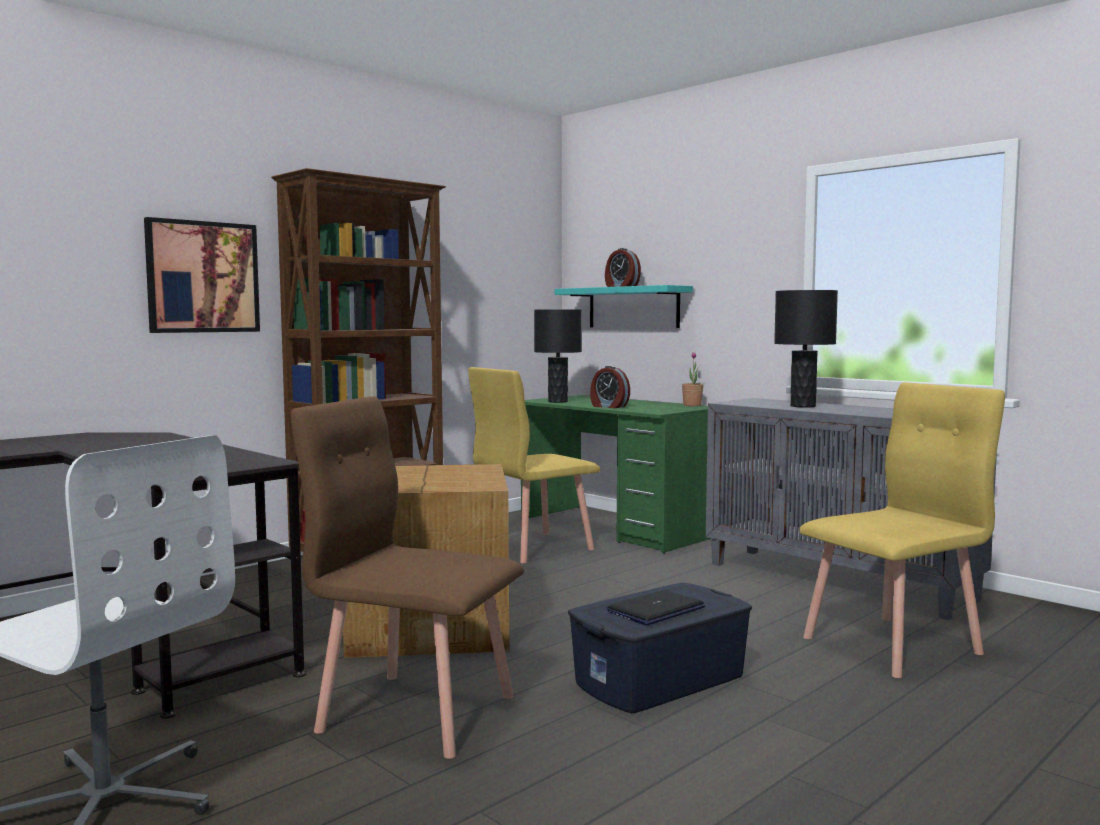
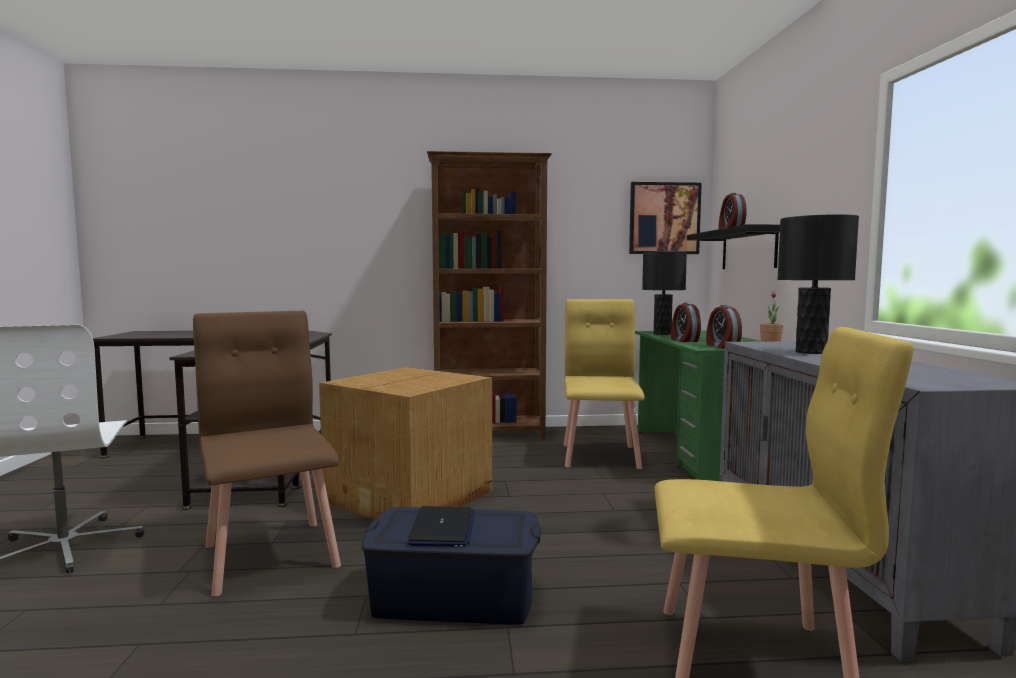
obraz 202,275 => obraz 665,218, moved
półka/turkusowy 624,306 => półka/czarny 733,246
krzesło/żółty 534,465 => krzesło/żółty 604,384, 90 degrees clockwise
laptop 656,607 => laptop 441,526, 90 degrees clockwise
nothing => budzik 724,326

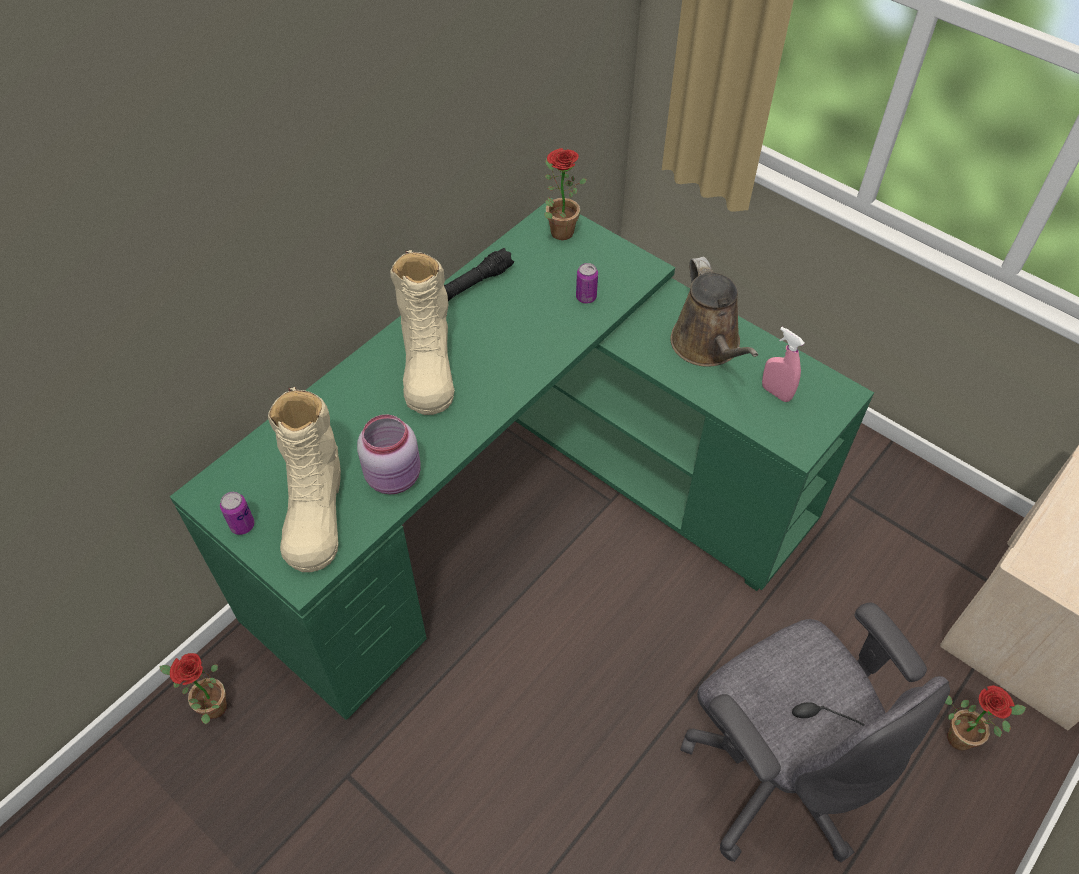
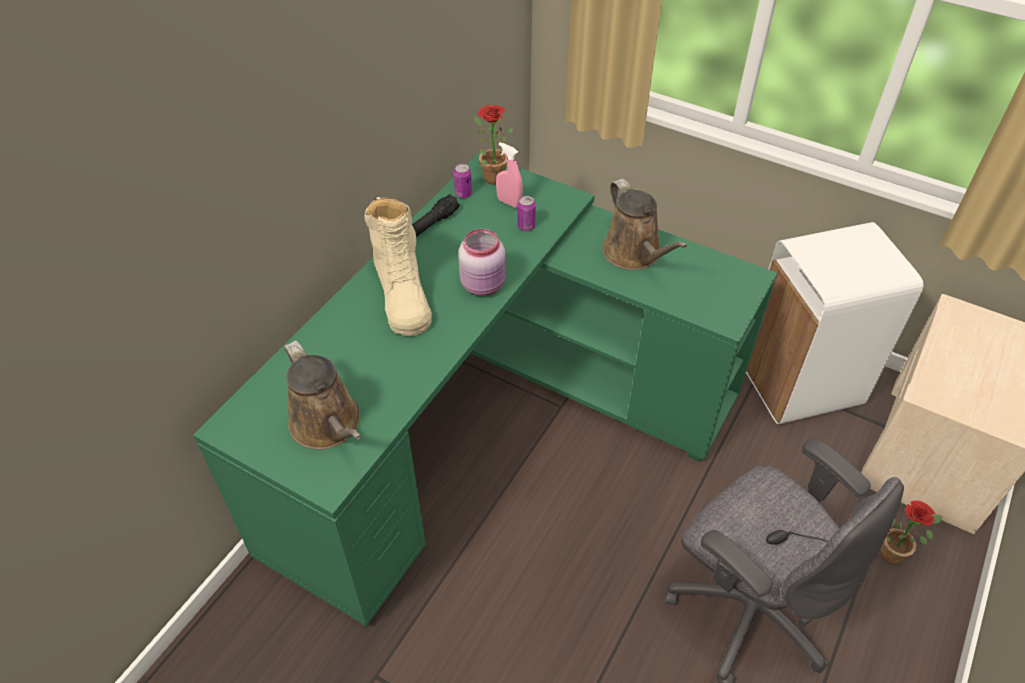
spryskiwacz/różowy 783,364 => spryskiwacz/różowy 509,175, moved
but z cholewką/beżowy 304,479 => konewka/brązowy 322,395
słoik/różowy 389,454 => słoik/różowy 481,262, moved
puszka 237,513 => puszka 462,181, moved
roślina doniczkowa 193,688 => nothing
nothing => kosz na śmieci/biały 834,323

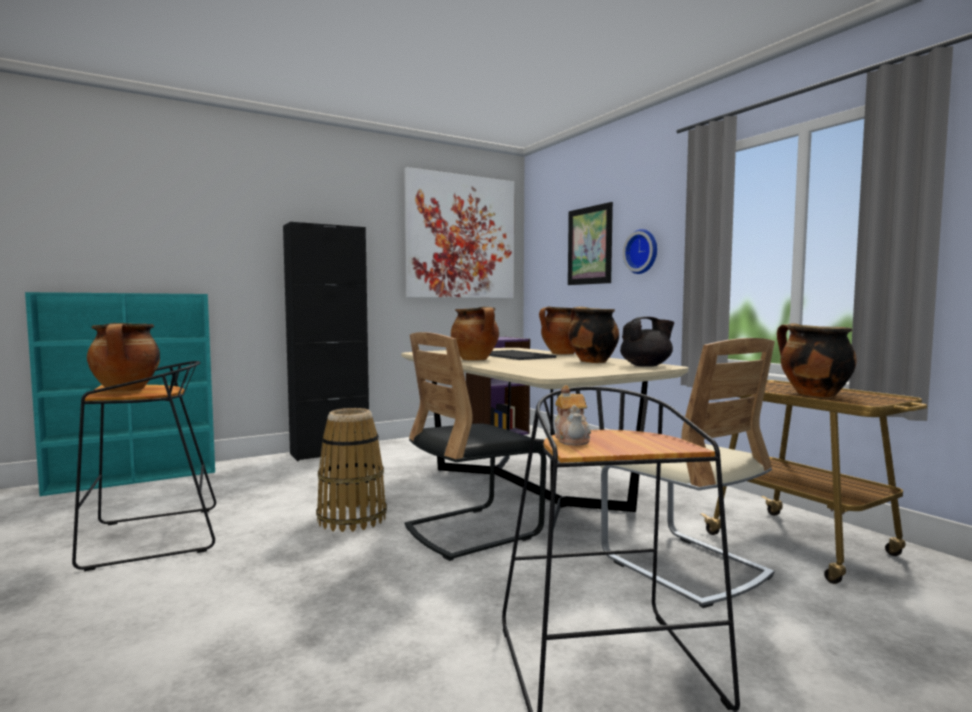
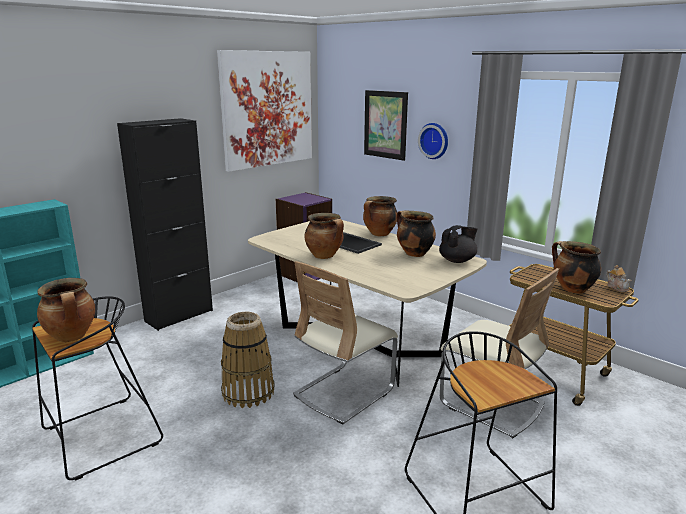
krzesło/czarny 475,446 => krzesło/beżowy 345,342
imbryk 573,415 => imbryk 619,278, moved

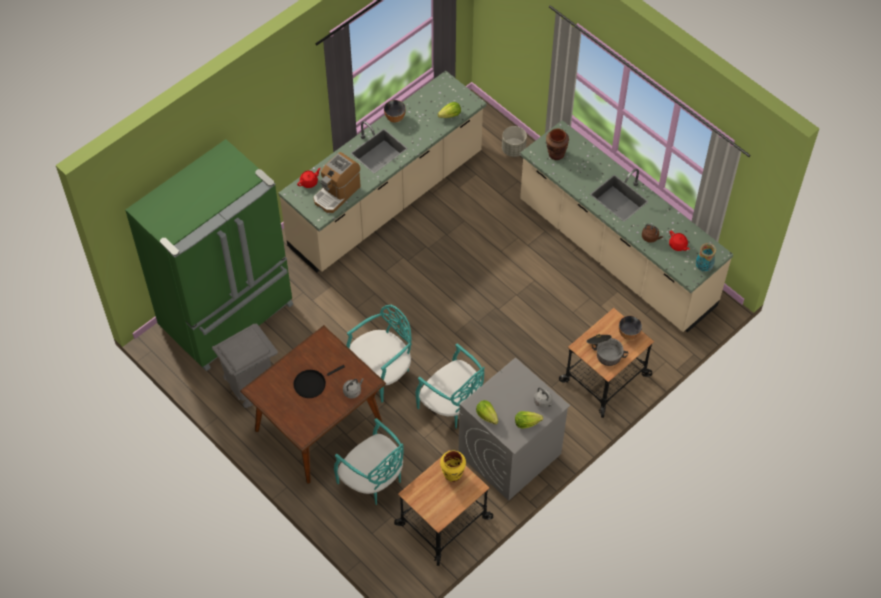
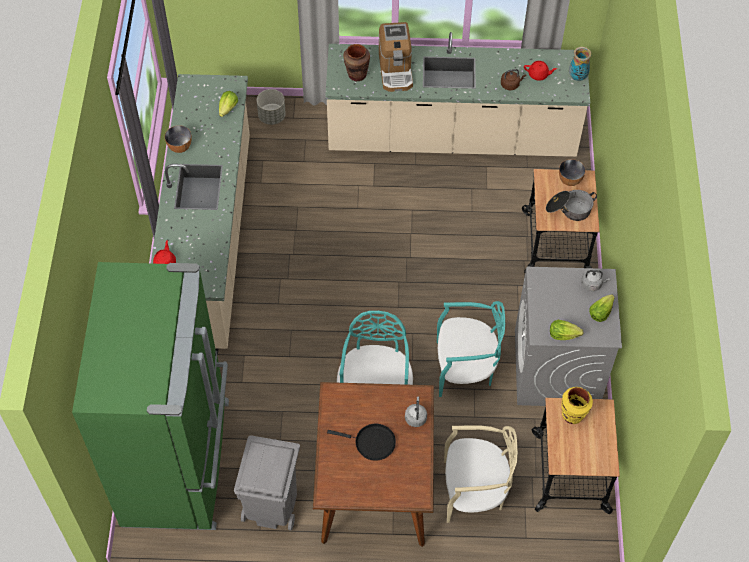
ekspres do kawy 337,182 => ekspres do kawy 396,57, moved
patelnia/czarny 319,381 => patelnia/czarny 361,442, 90 degrees counterclockwise
krzesło/turkusowy 369,461 => krzesło/beżowy 481,474

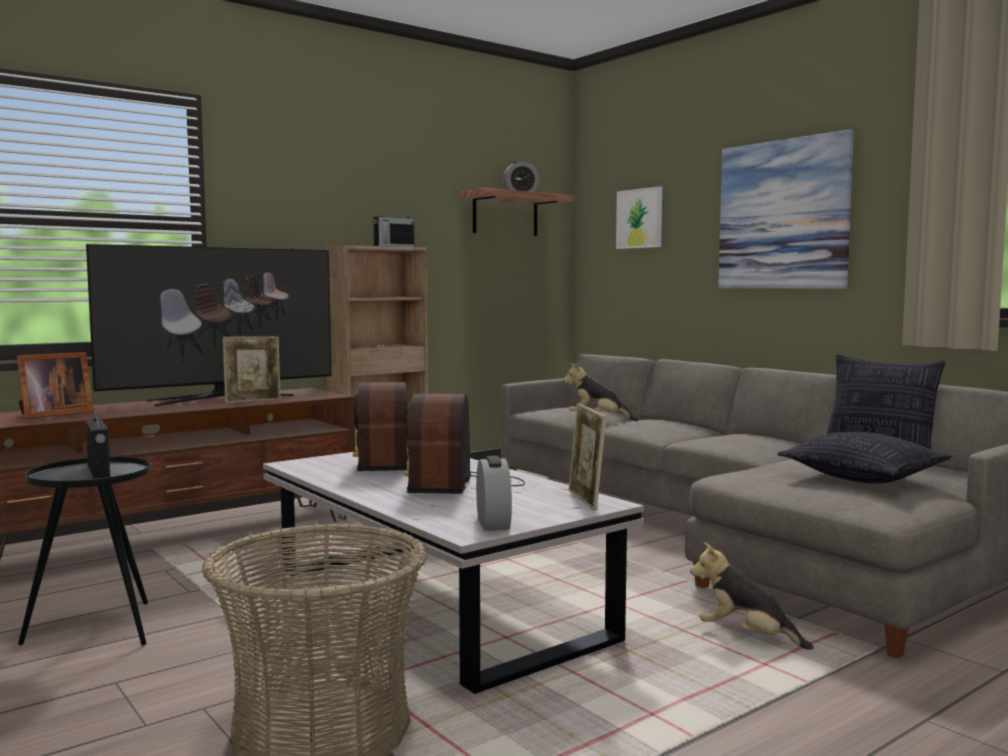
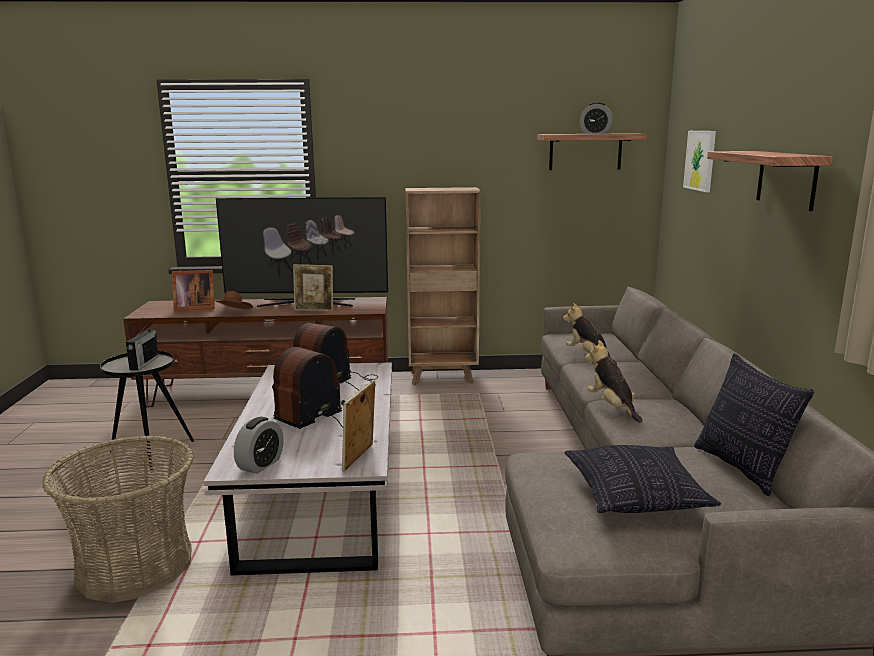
obraz 786,209 => półka 770,181
radio 393,228 => nothing
pluszak 752,595 => pluszak 613,381, moved
nothing => kapelusz/brązowy 233,300

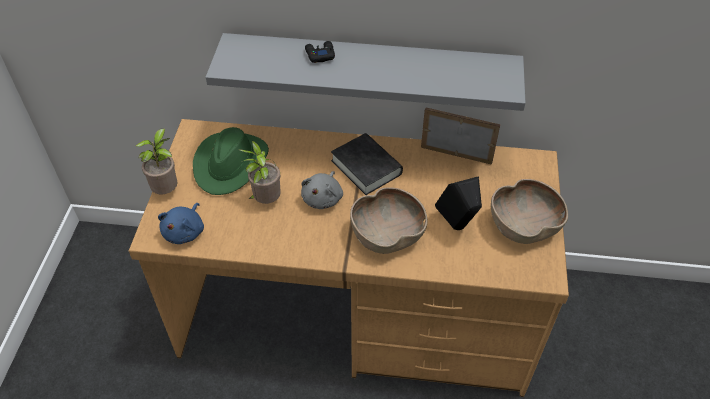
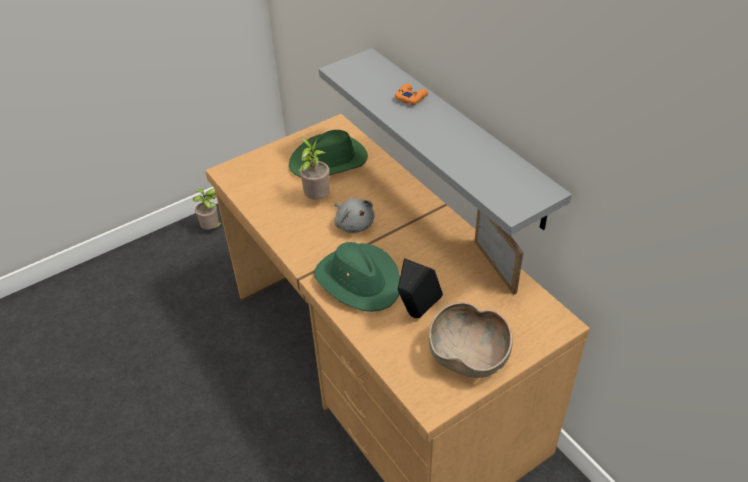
pad do gier/czarny 320,52 => pad do gier/pomarańczowy 411,94
roślina doniczkowa 156,161 => roślina doniczkowa 207,209, moved
książka/czarny 367,164 => nothing
pluszak/szary 322,190 => pluszak/szary 354,216, 105 degrees counterclockwise
miska/brązowy 388,220 => kapelusz/zielony 357,277
pluszak/niebieski 181,223 => nothing

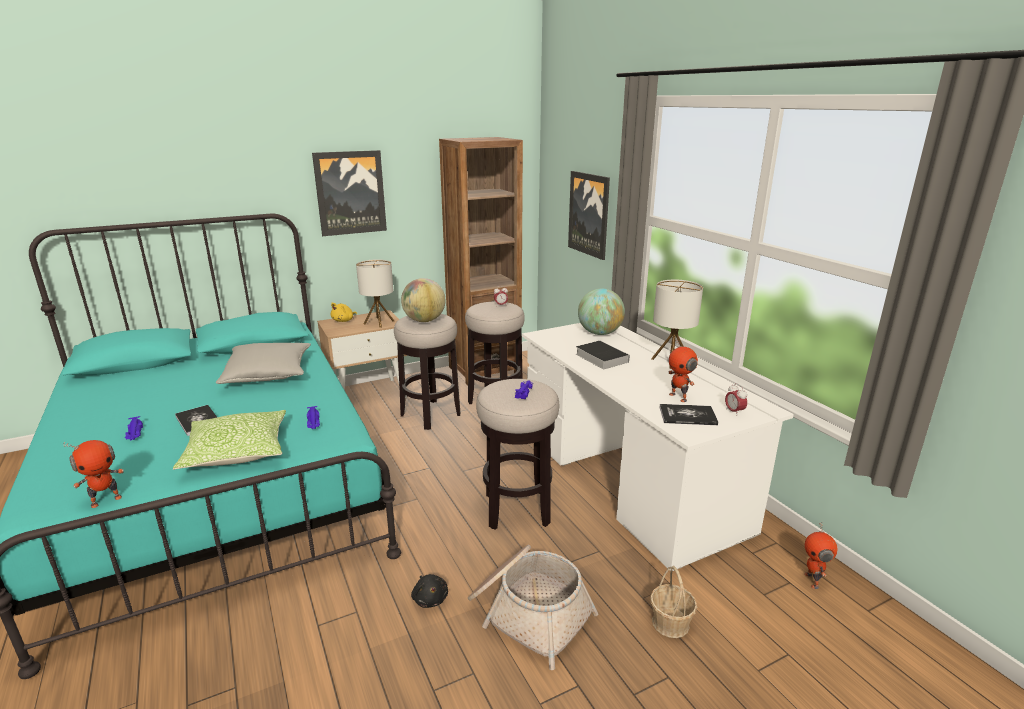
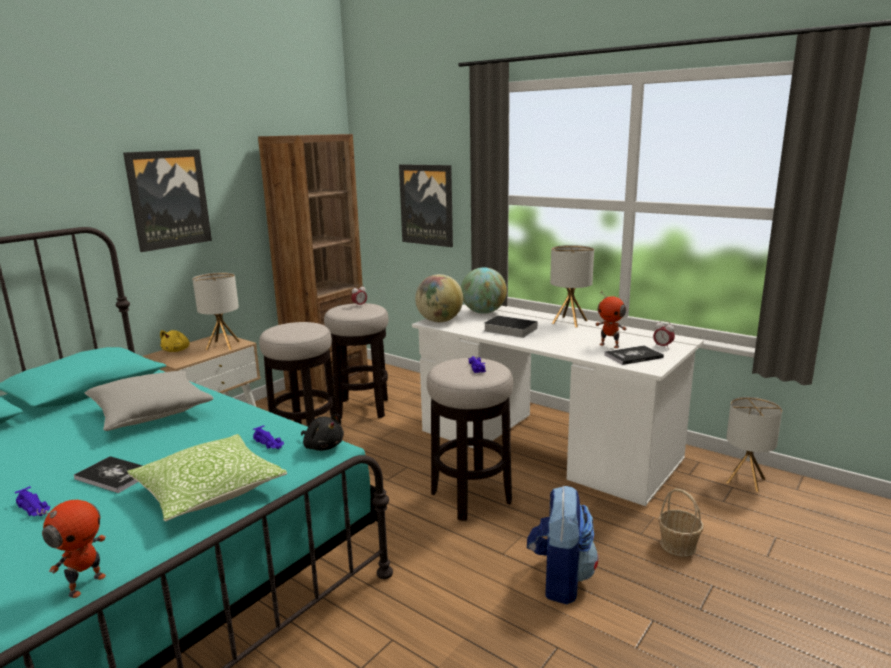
globus 423,300 => globus 439,298, moved
robot zabawkowy 821,556 => lampa stołowa 754,444
koszyk 533,607 => plecak 562,544
pluszak/czarny 429,591 => pluszak/czarny 322,432, moved

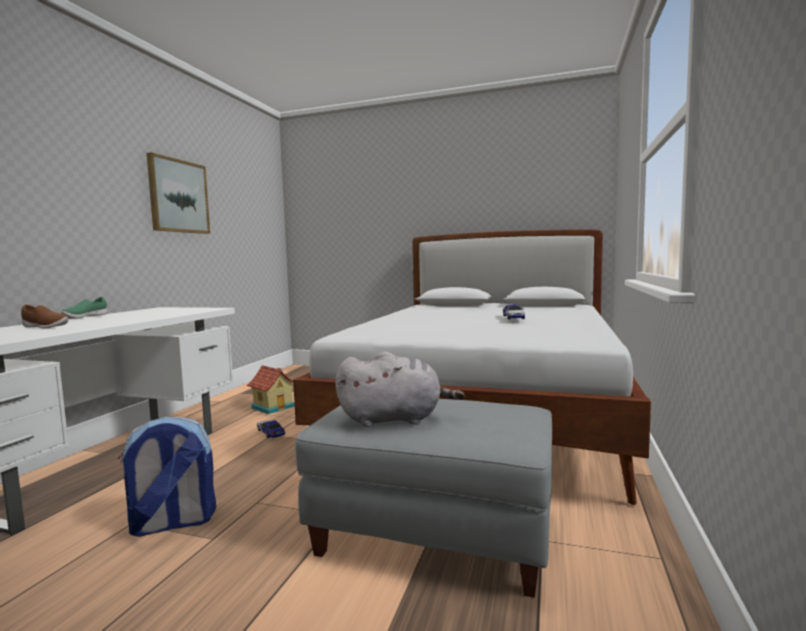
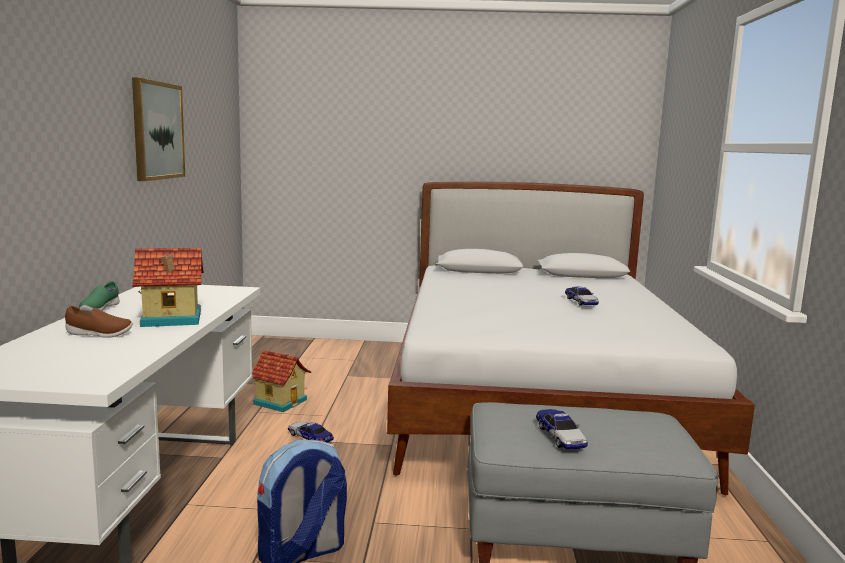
pluszak/szary 399,389 => samochodzik 562,429
nothing => domek 168,287

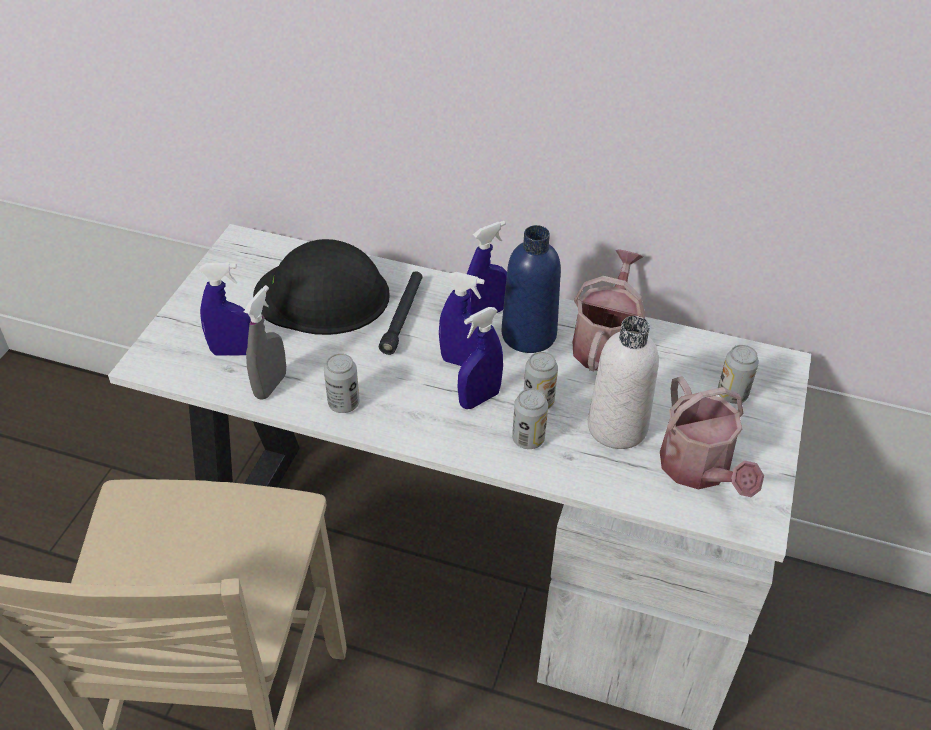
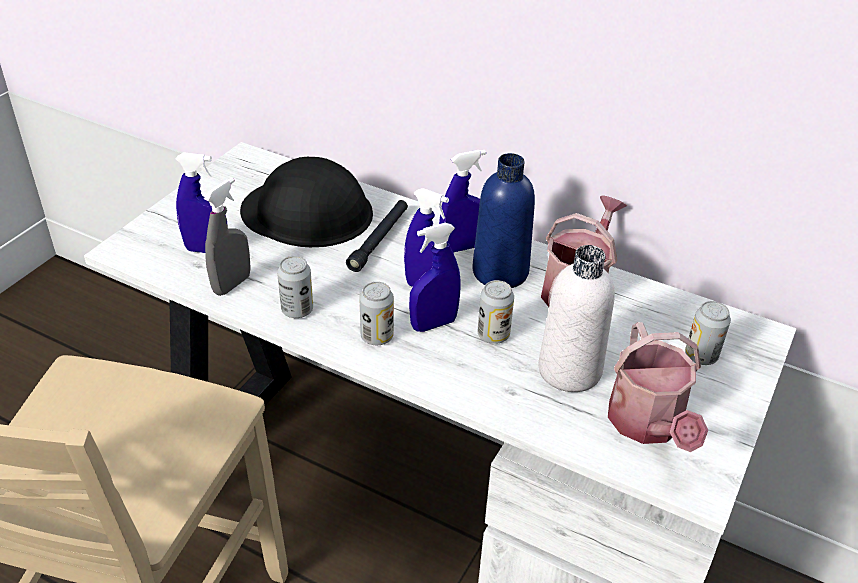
puszka 530,418 => puszka 376,313, moved

